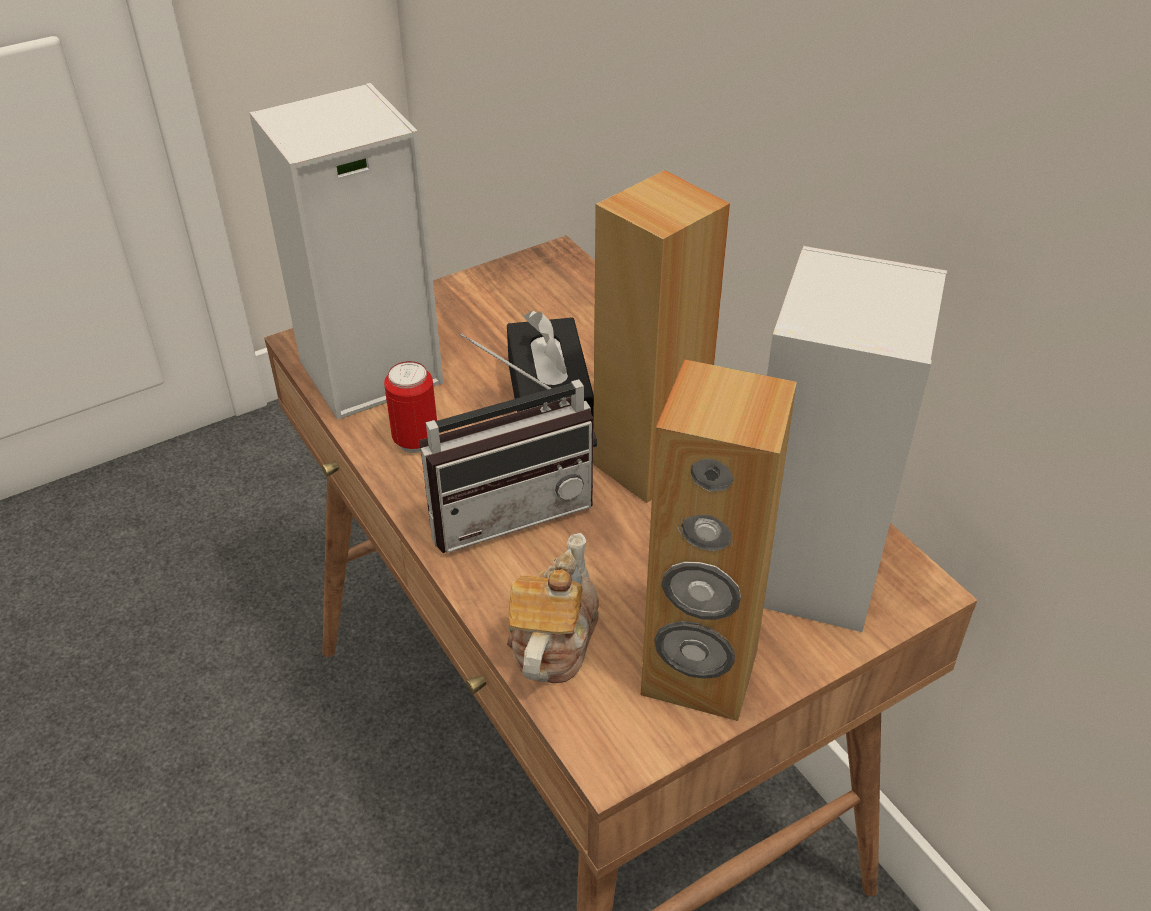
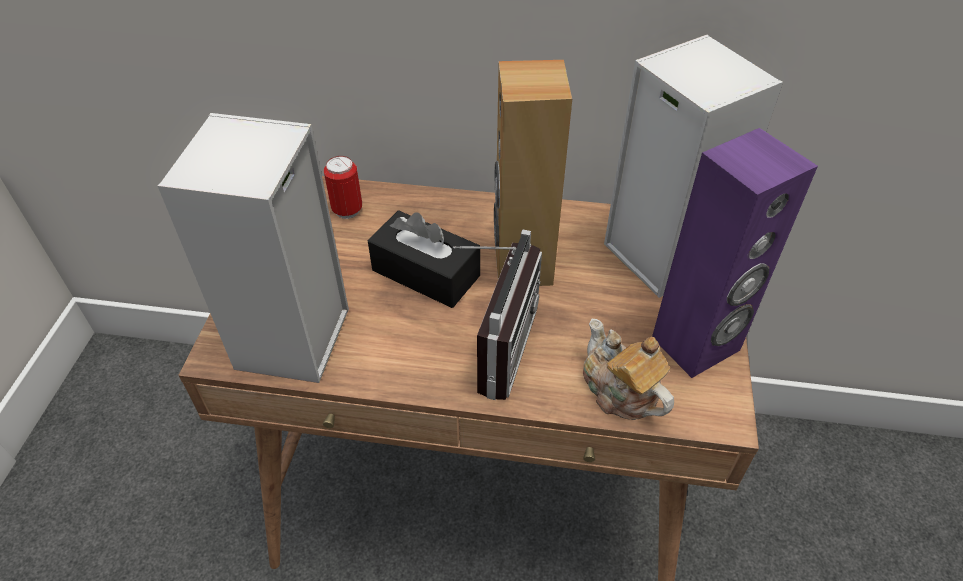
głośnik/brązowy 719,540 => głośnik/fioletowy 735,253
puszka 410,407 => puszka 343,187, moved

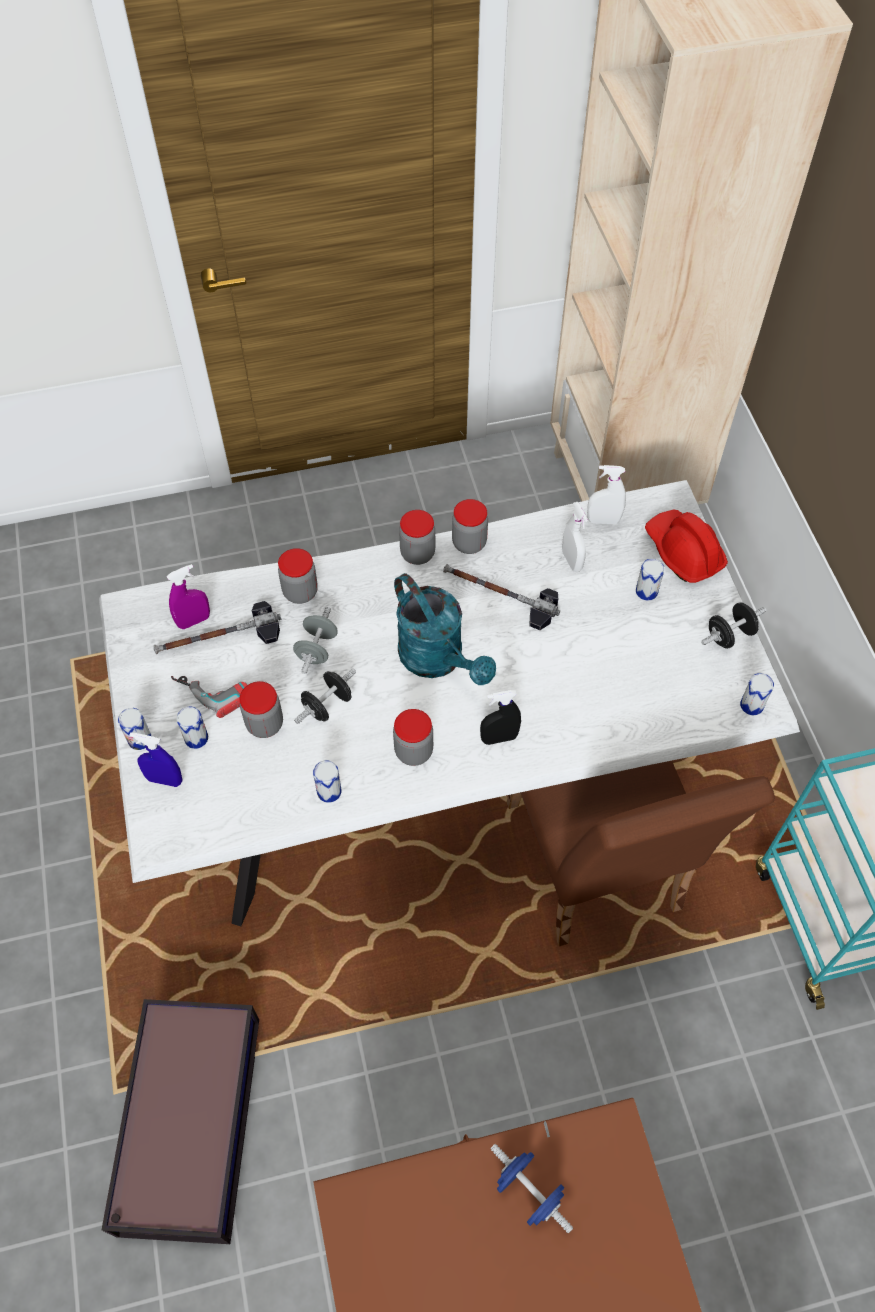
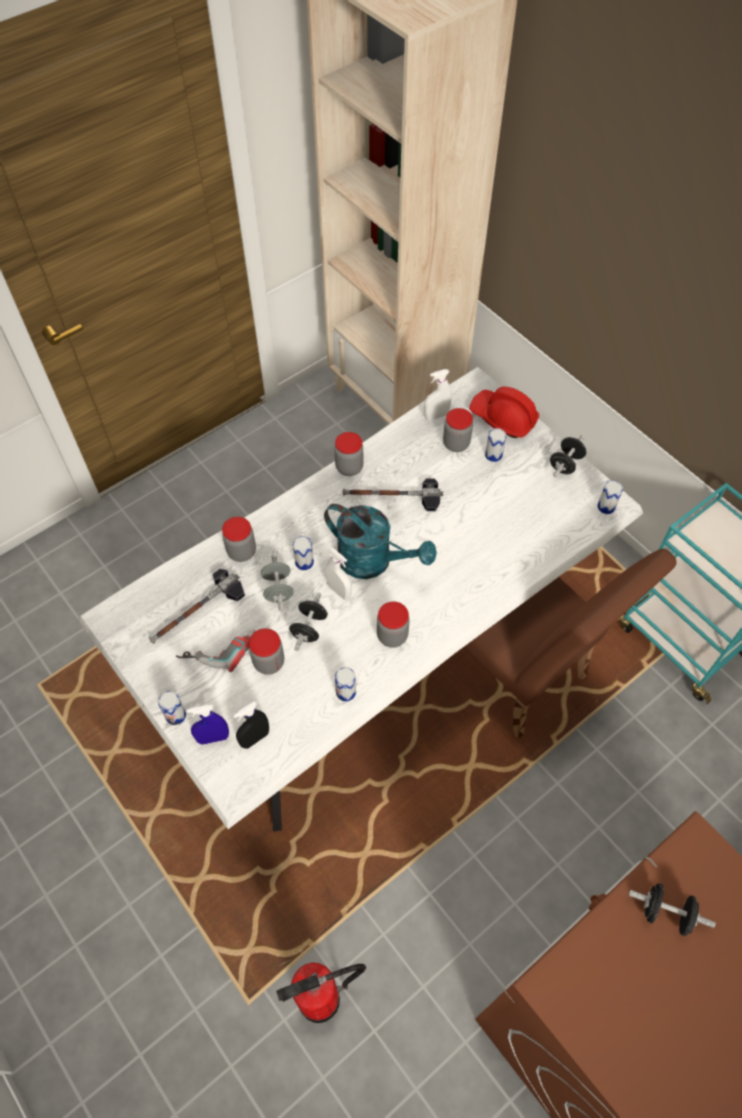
spryskiwacz/biały 575,537 => spryskiwacz/biały 339,573, moved
słoik 417,537 => słoik 458,430, moved
spryskiwacz/fioletowy 188,596 => nothing
spryskiwacz/czarny 500,717 => spryskiwacz/czarny 251,725, moved
puszka 192,727 => puszka 303,553, moved
pojemnik do przechowywania 180,1121 => gaśnica 321,993
hantel/niebieski 531,1188 => hantel/czarny 672,909

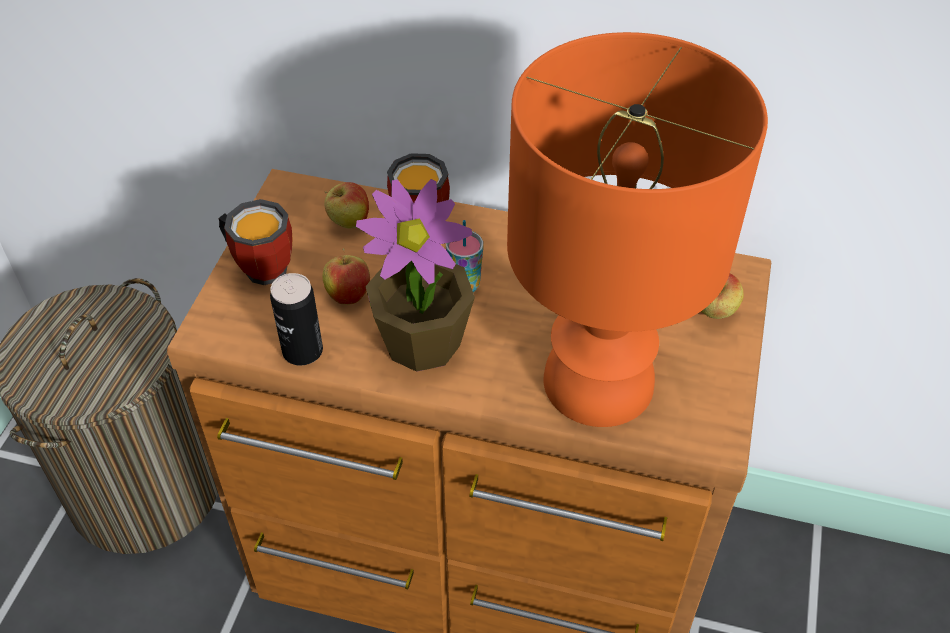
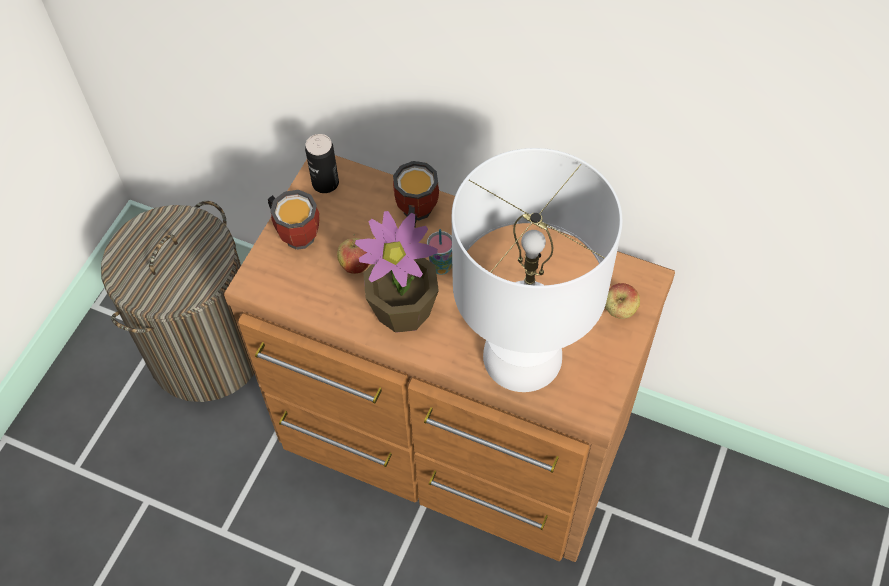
lampa stołowa/pomarańczowy 637,229 => lampa stołowa/biały 537,270
jabłko 347,205 => nothing
puszka 296,319 => puszka 322,163, moved

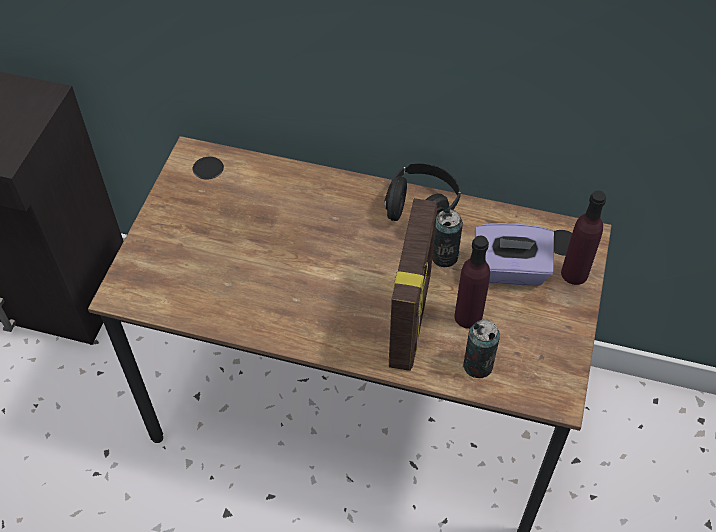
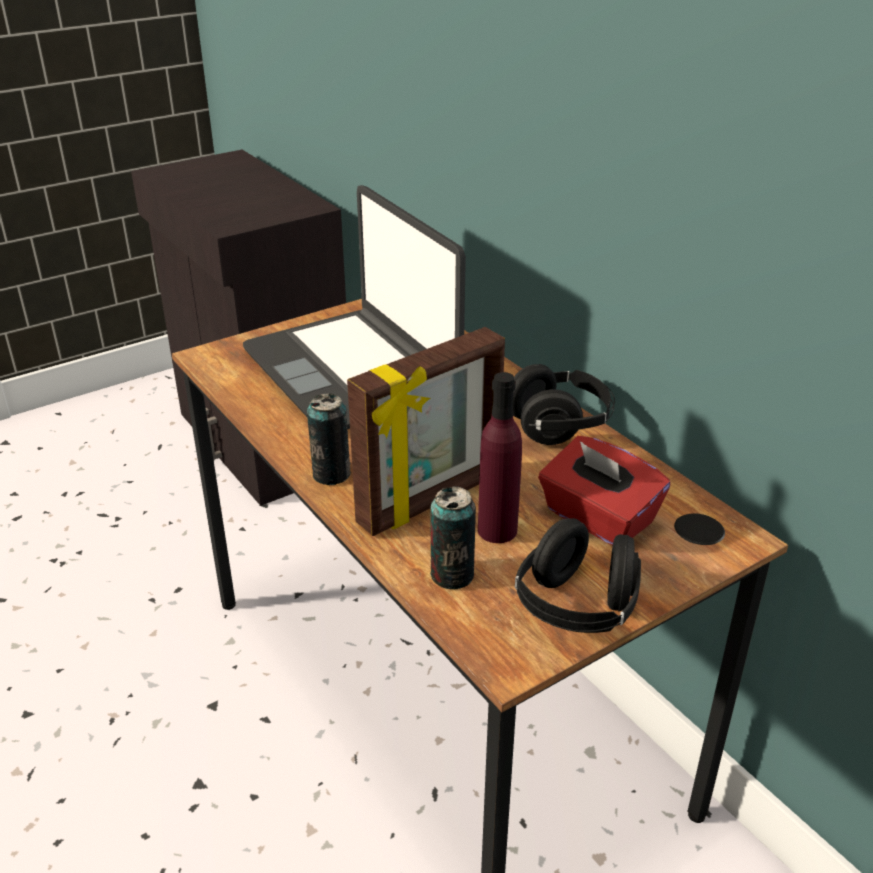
butelka/fioletowy 583,237 => nothing
puszka 447,238 => puszka 329,439, moved
pudełko chusteczek/fioletowy 514,254 => pudełko chusteczek/czerwony 604,490
nothing => laptop 354,307
nothing => słuchawki/czarny 578,575

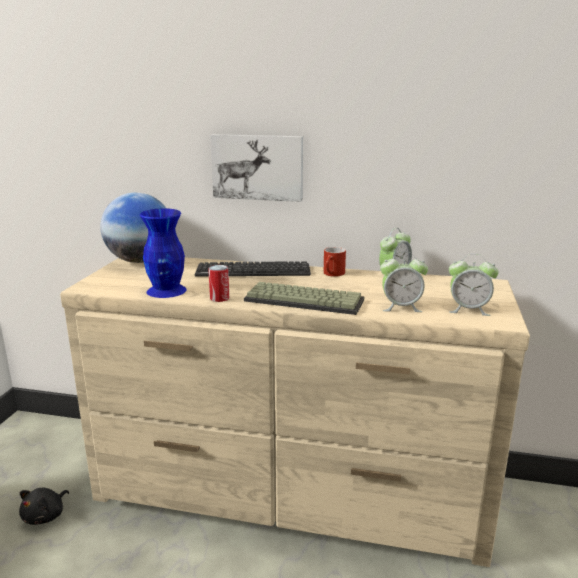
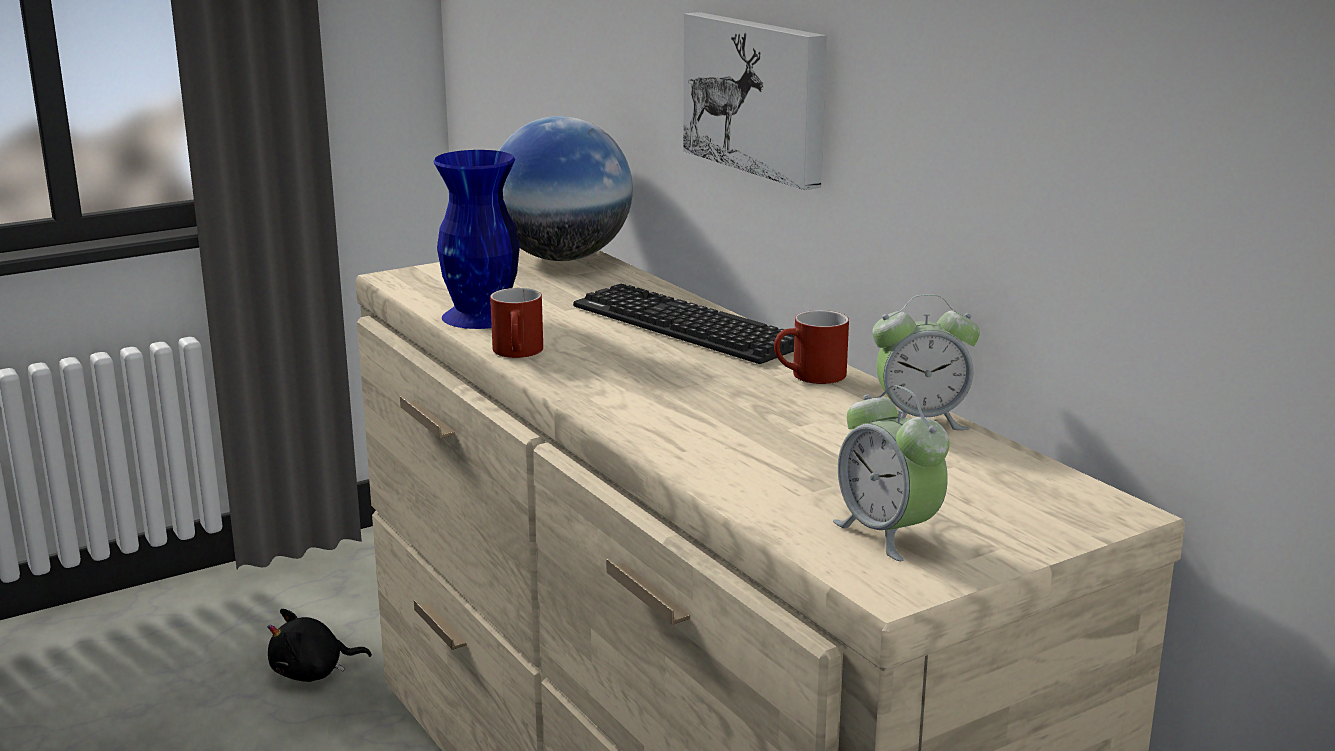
budzik 404,282 => nothing
puszka 218,283 => kubek/czerwony 516,323
klawiatura 304,298 => nothing

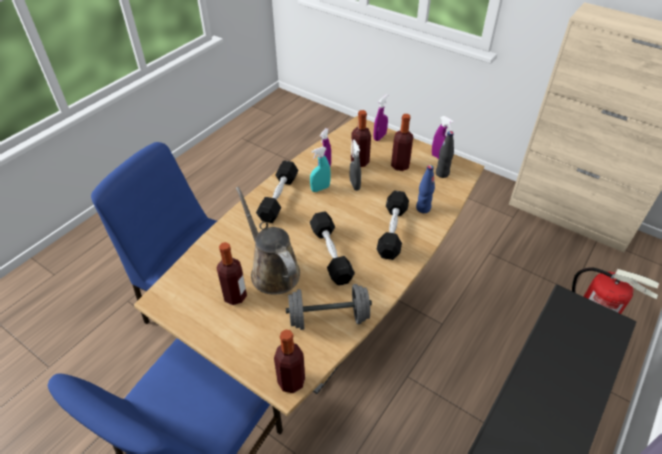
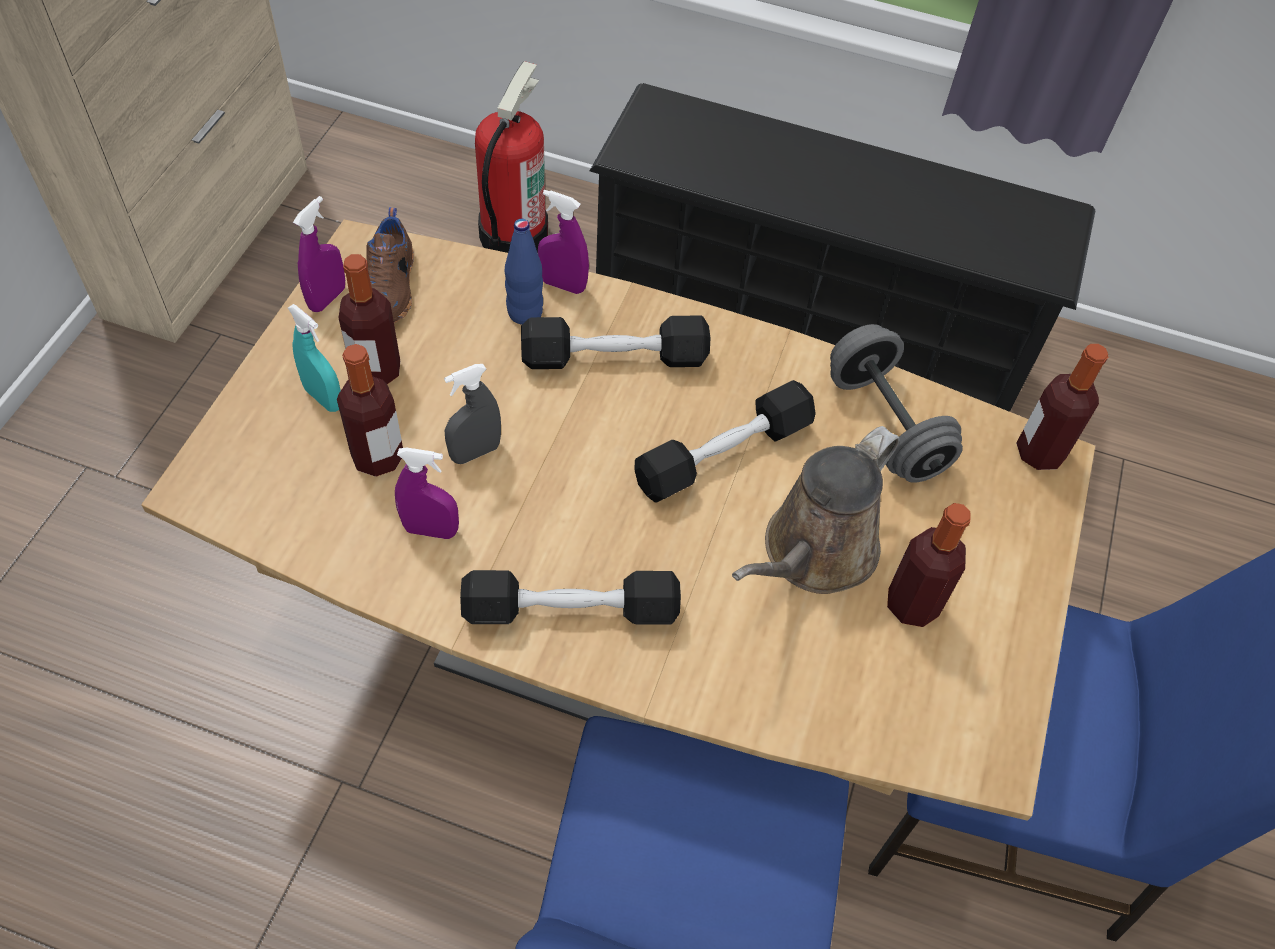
spryskiwacz/fioletowy 380,117 => spryskiwacz/fioletowy 563,242, moved
butelka/czarny 445,154 => but/brązowy 390,265
spryskiwacz/turkusowy 320,169 => spryskiwacz/turkusowy 314,358, moved

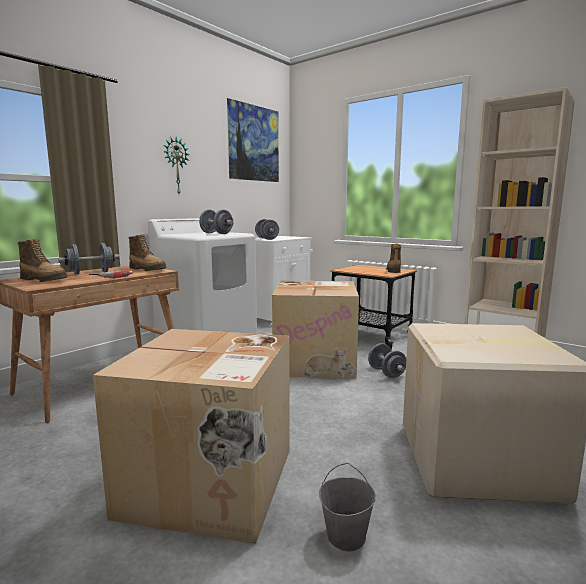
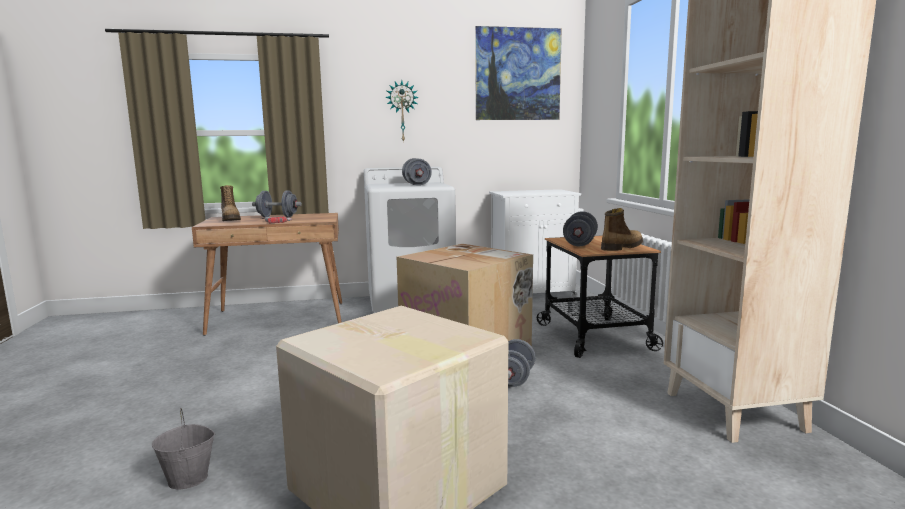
hantel/szary 267,229 => hantel/szary 580,229, moved
but z cholewką 147,253 => nothing
karton 191,436 => nothing

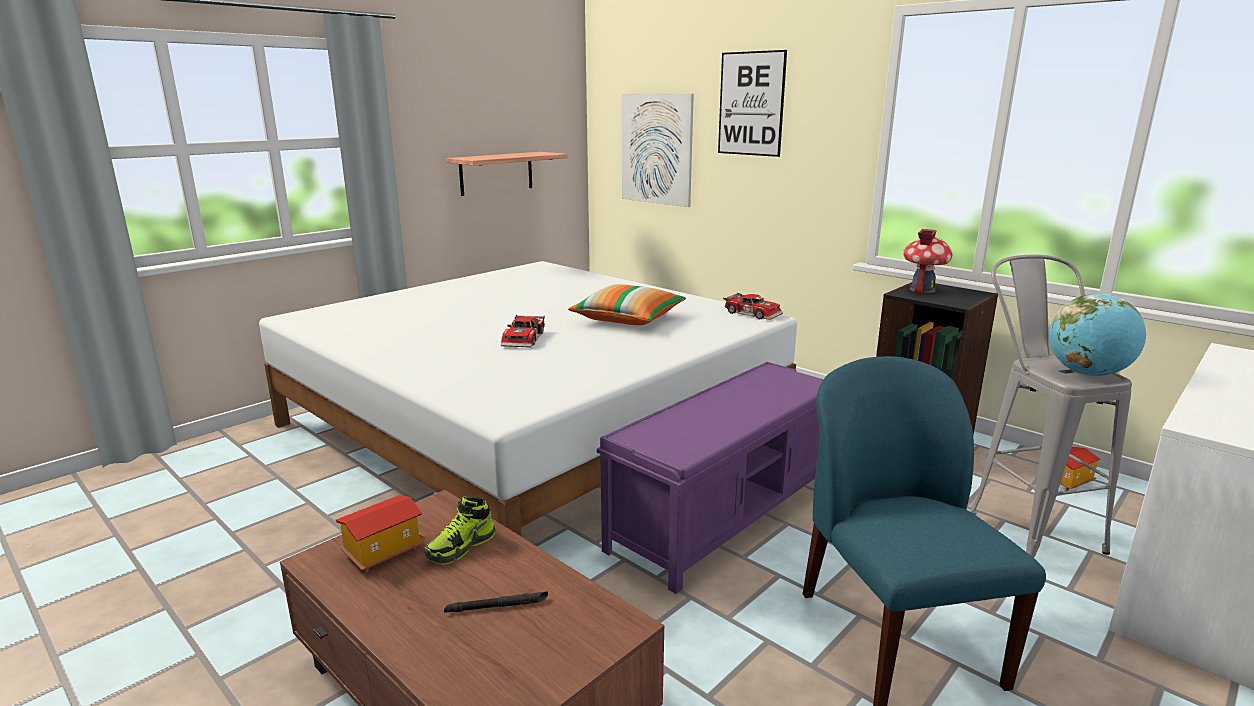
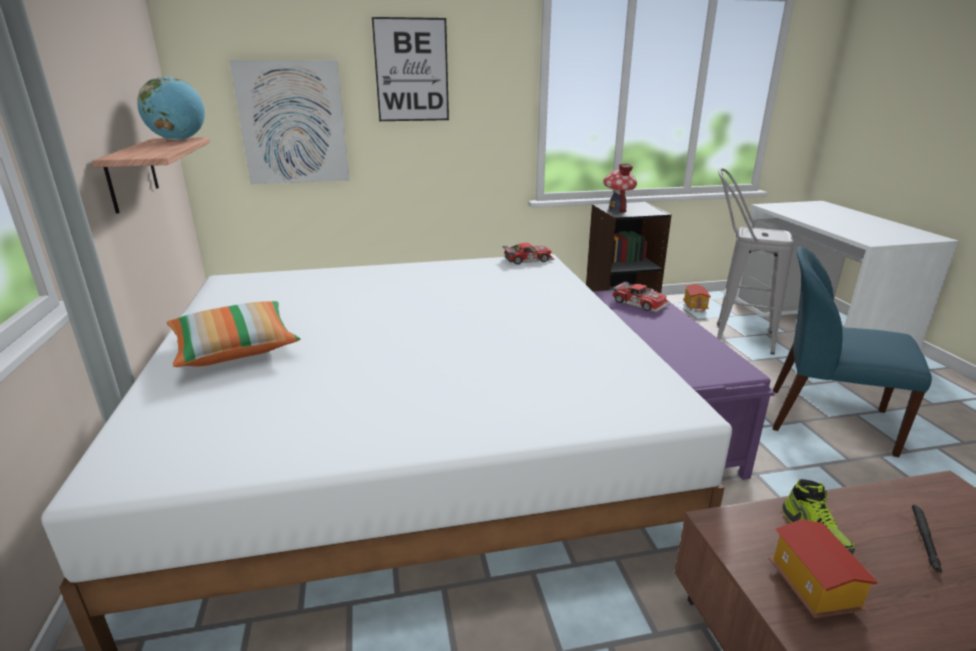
poduszka 627,304 => poduszka 233,334, moved
globus 1097,335 => globus 171,108, moved
samochodzik 523,331 => samochodzik 640,296, moved

